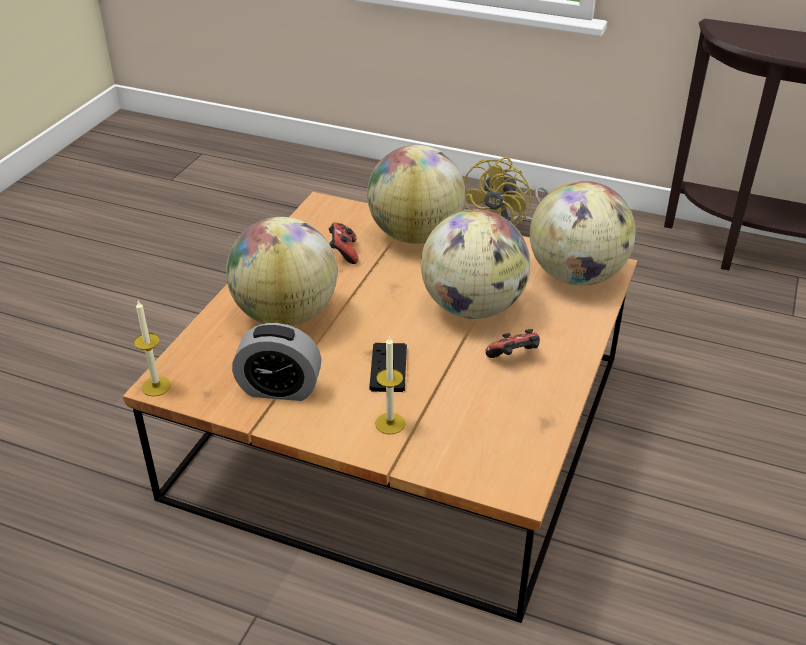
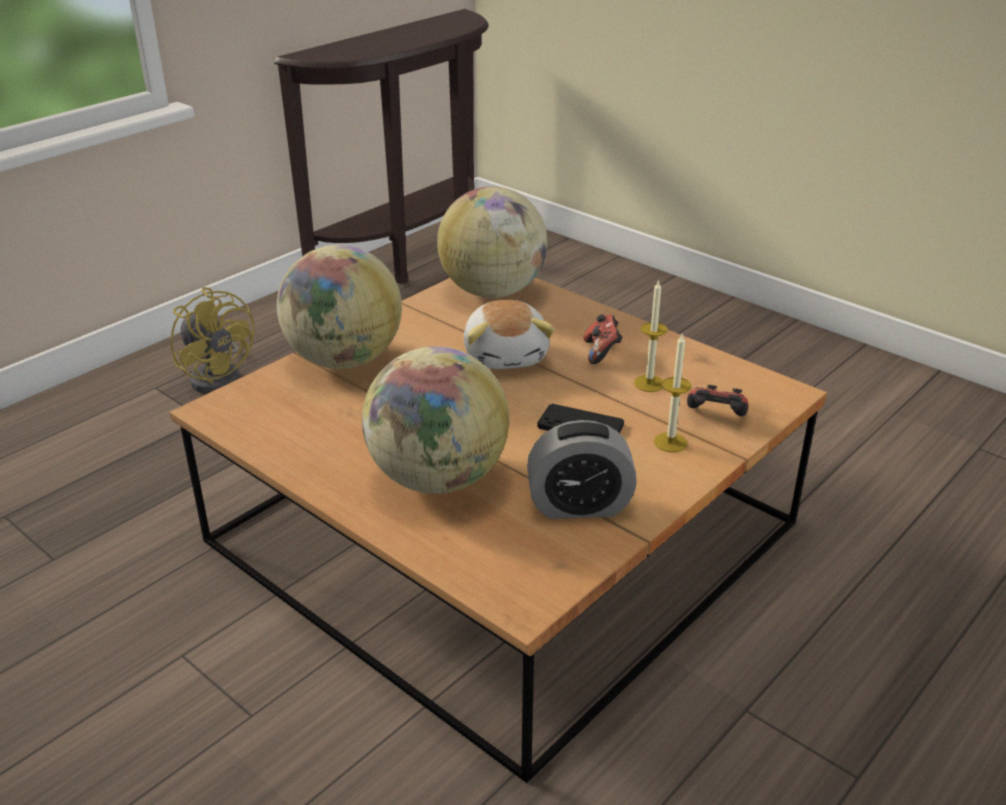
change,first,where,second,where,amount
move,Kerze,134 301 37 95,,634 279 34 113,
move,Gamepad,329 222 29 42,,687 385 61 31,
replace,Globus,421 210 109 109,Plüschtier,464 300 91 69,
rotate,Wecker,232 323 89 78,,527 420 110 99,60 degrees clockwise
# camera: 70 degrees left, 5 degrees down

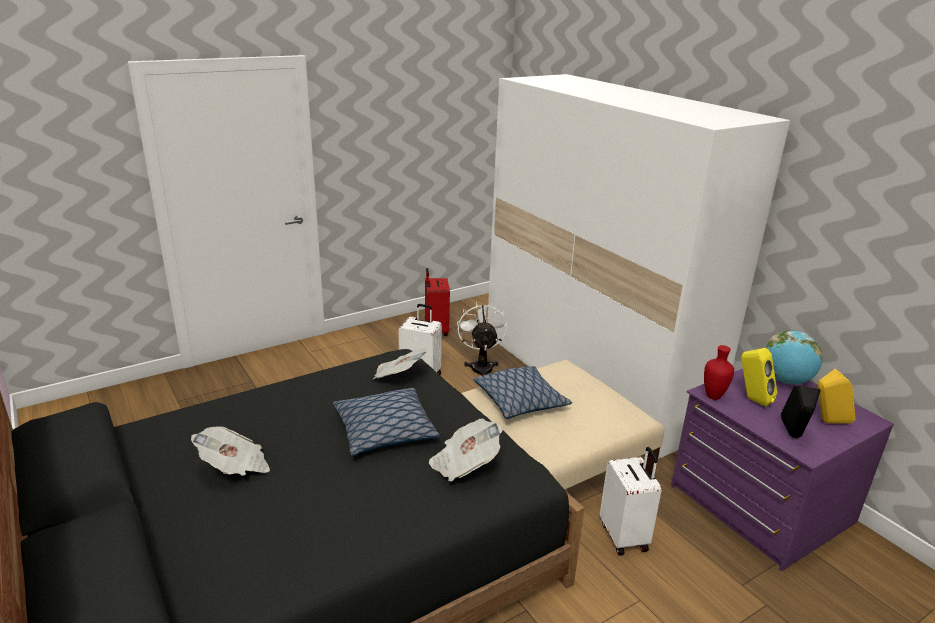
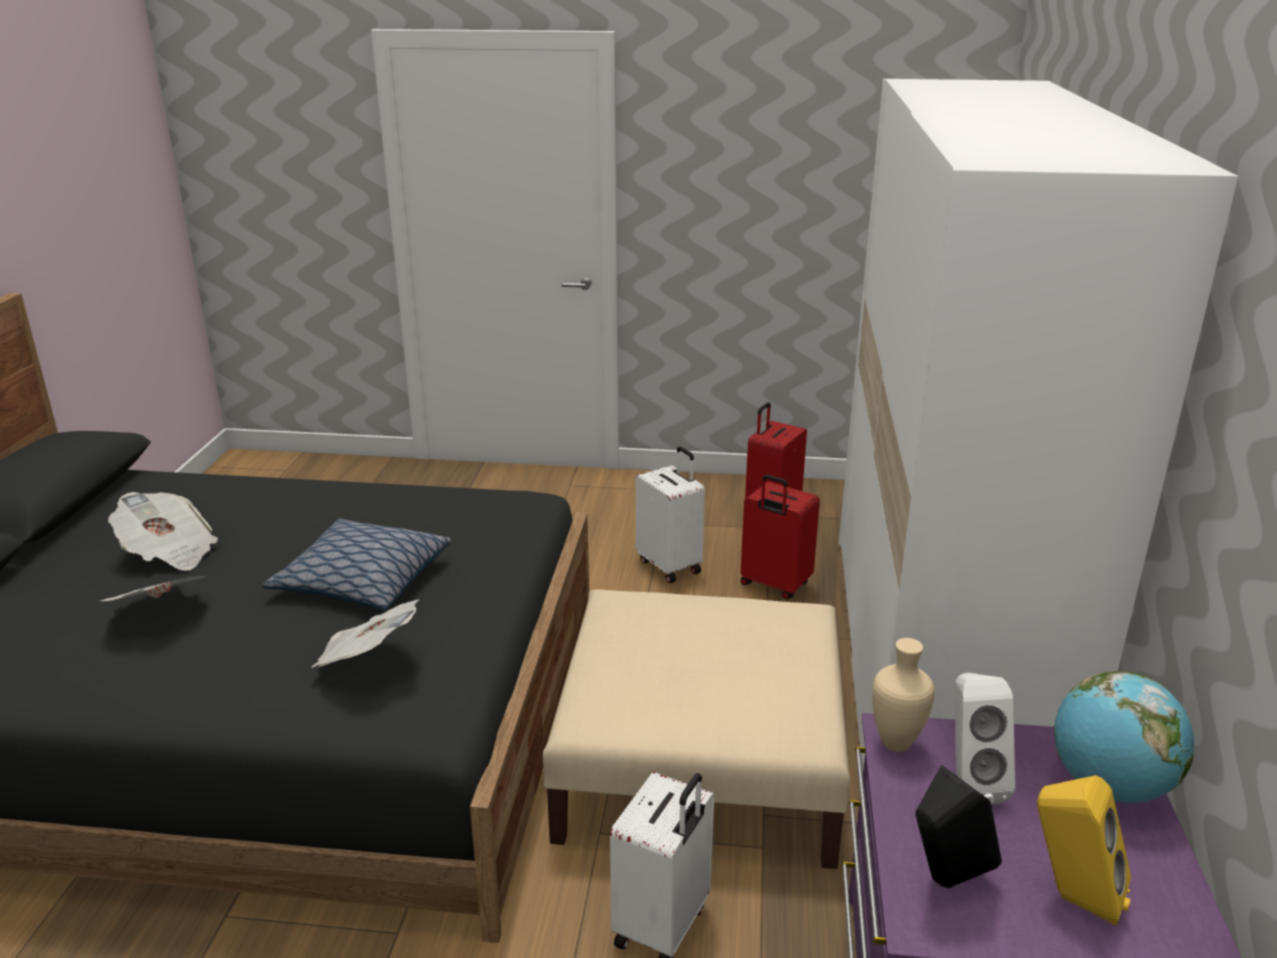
change,first,where,second,where,amount
delete,Kissen,473 366 99 53,,,
move,Zeitung,373 348 54 31,,100 576 108 25,
replace,Ventilator/weiß,457 302 50 74,Koffer/rot,740 475 80 124,
recolor,Vase/rot,704 345 30 55,Vase/beige,872 638 63 114,
recolor,Lautsprecher/gelb,741 348 36 59,Lautsprecher/weiß,955 673 60 131,
# camera: 40 degrees right, 0 degrees up

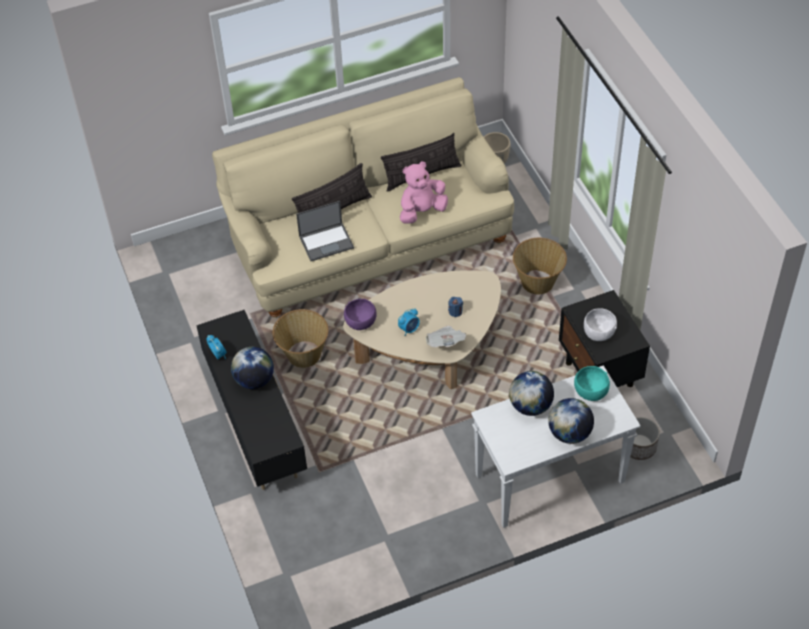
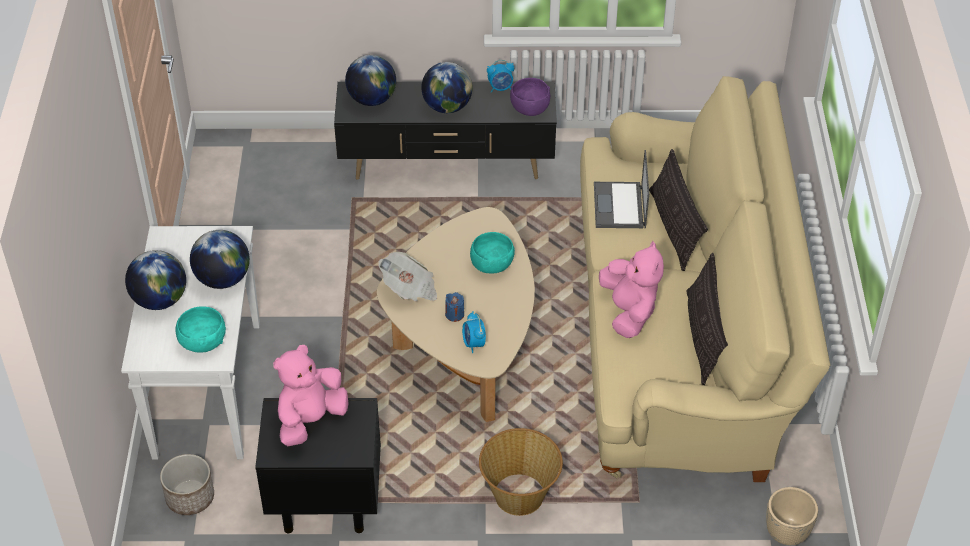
change,first,where,second,where,amount
delete,Korb,273 309 55 59,,,
insert,,,Globus,345 55 51 51,
insert,,,Schüssel/türkis,470 232 45 41,
move,Schüssel/lila,344 299 33 31,,510 78 40 38,
move,Wecker,398 308 22 28,,462 311 24 42,
replace,Schüssel/weiß,584 308 33 33,Plüschtier/rosa,273 345 76 101,
# camera: 110 degrees right, 5 degrees down

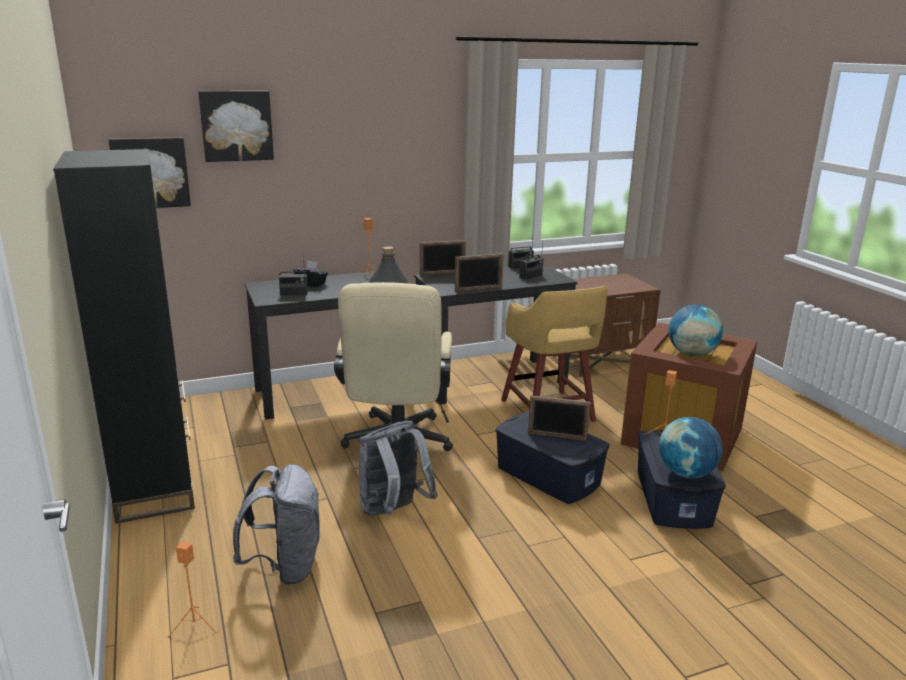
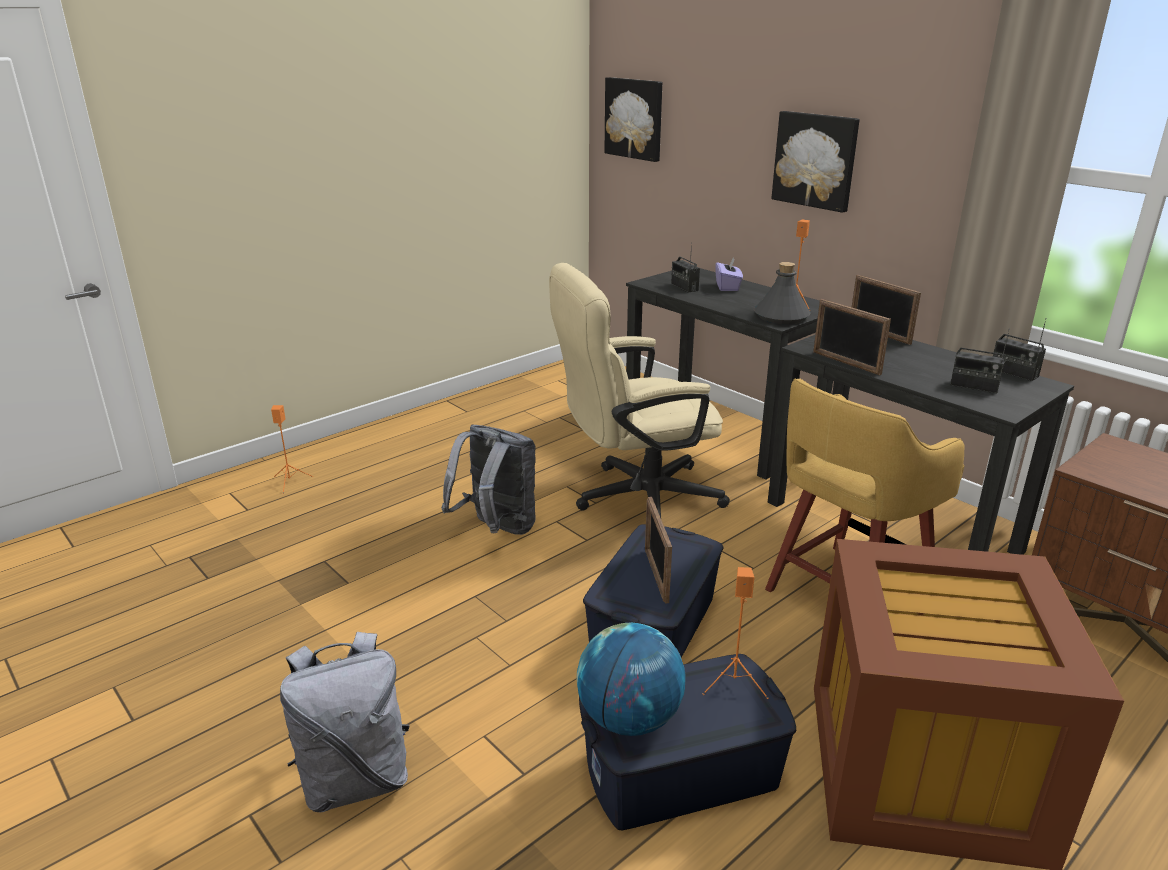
change,first,where,second,where,amount
delete,Bücherregal/schwarz,53 149 142 375,,,
delete,Globus,669 304 54 52,,,
move,Bild,198 91 76 71,,772 111 88 102,
move,Rucksack/grau,233 464 87 121,,280 632 130 181,
recolor,Taschentuchbox/schwarz,294 260 34 27,Taschentuchbox/lila,715 258 28 33,
# camera: 70 degrees right, 5 degrees up

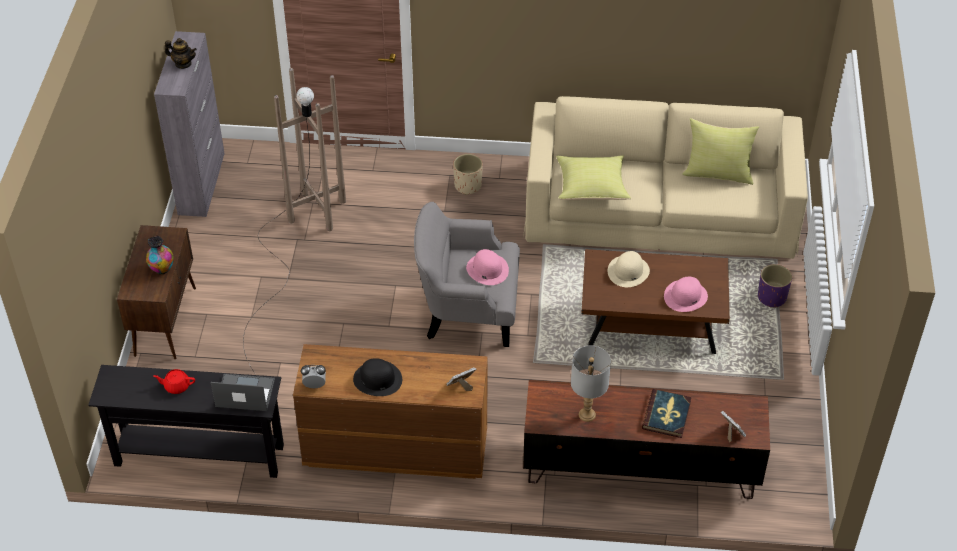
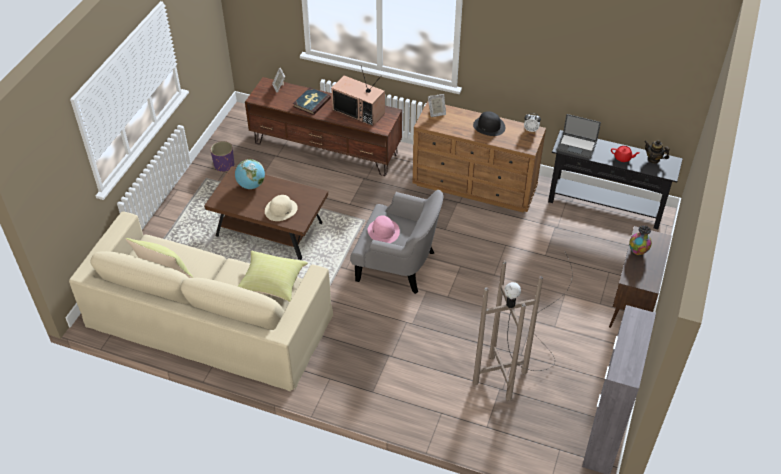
change,first,where,second,where,amount
delete,Pflanzkübel/beige,453 154 30 41,,,
move,Teekanne,165 38 32 31,,644 140 26 24,
move,Pflanzkübel/lila,758 264 34 44,,210 141 24 31,
replace,Tischlampe/grau,571 346 40 76,Fernseher,331 66 54 60,
replace,Hut/rosa,664 277 44 35,Globus,235 159 30 30,
# camera: 165 degrees left, 0 degrees up

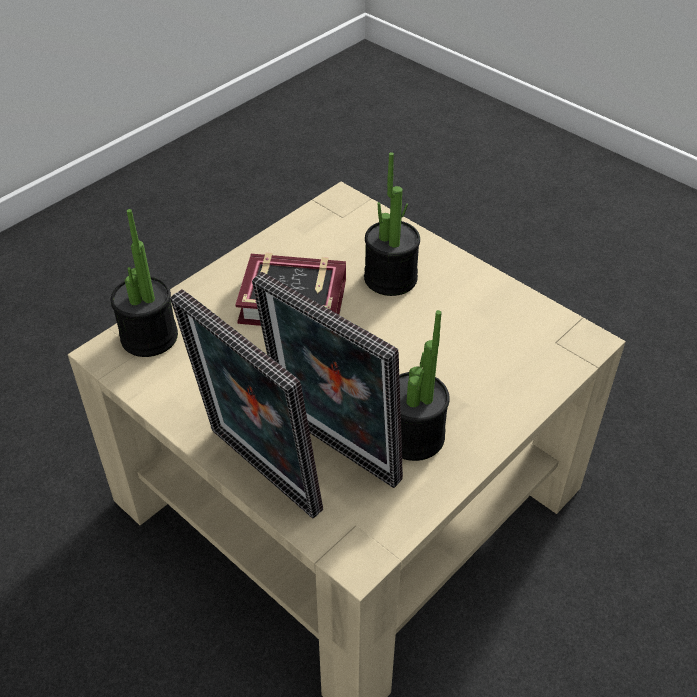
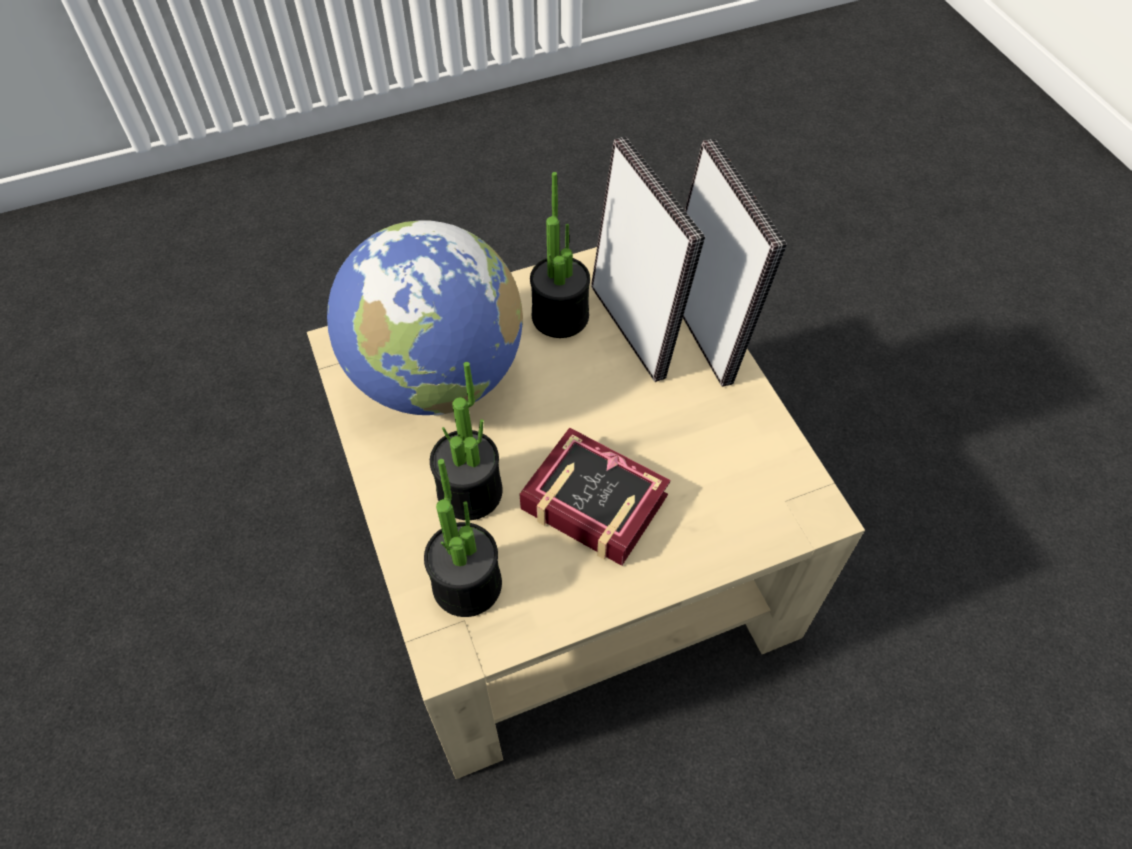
change,first,where,second,where,amount
insert,,,Globus,327 220 196 196,
move,Topfpflanze,111 209 67 148,,424 459 78 158,
# camera: 155 degrees left, 10 degrees up

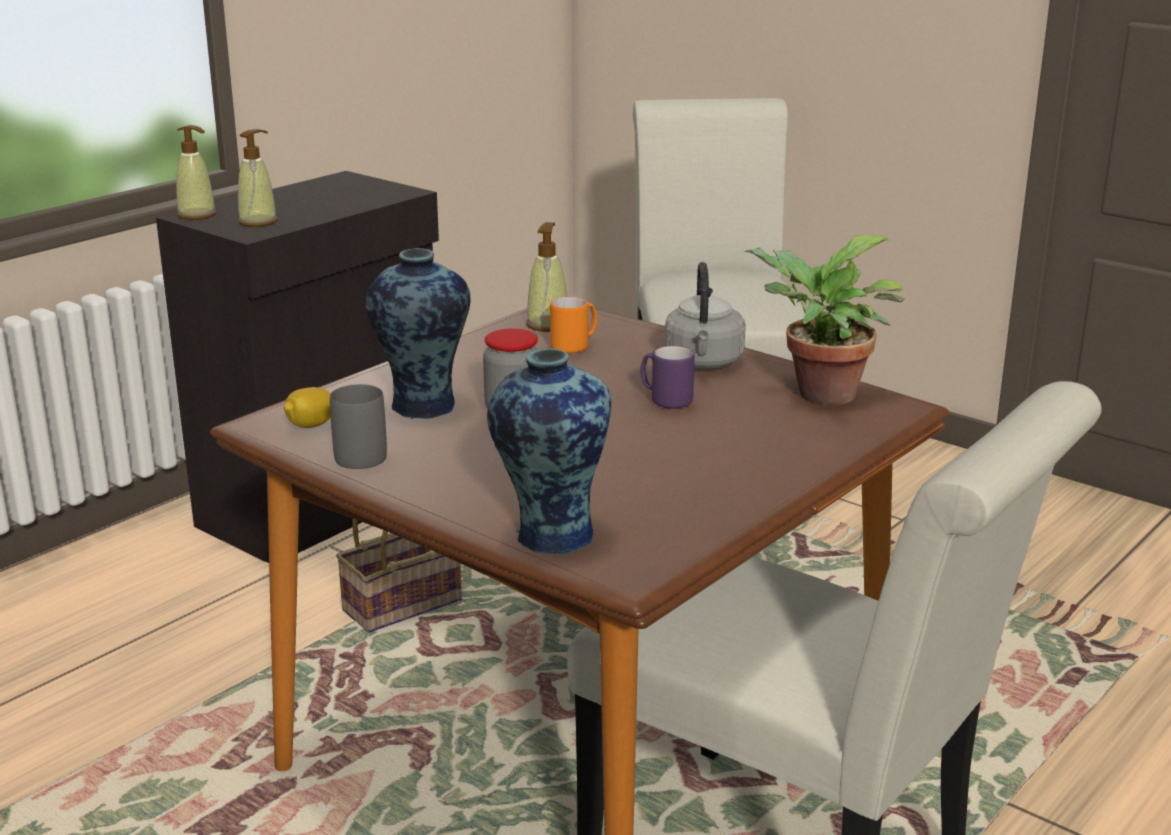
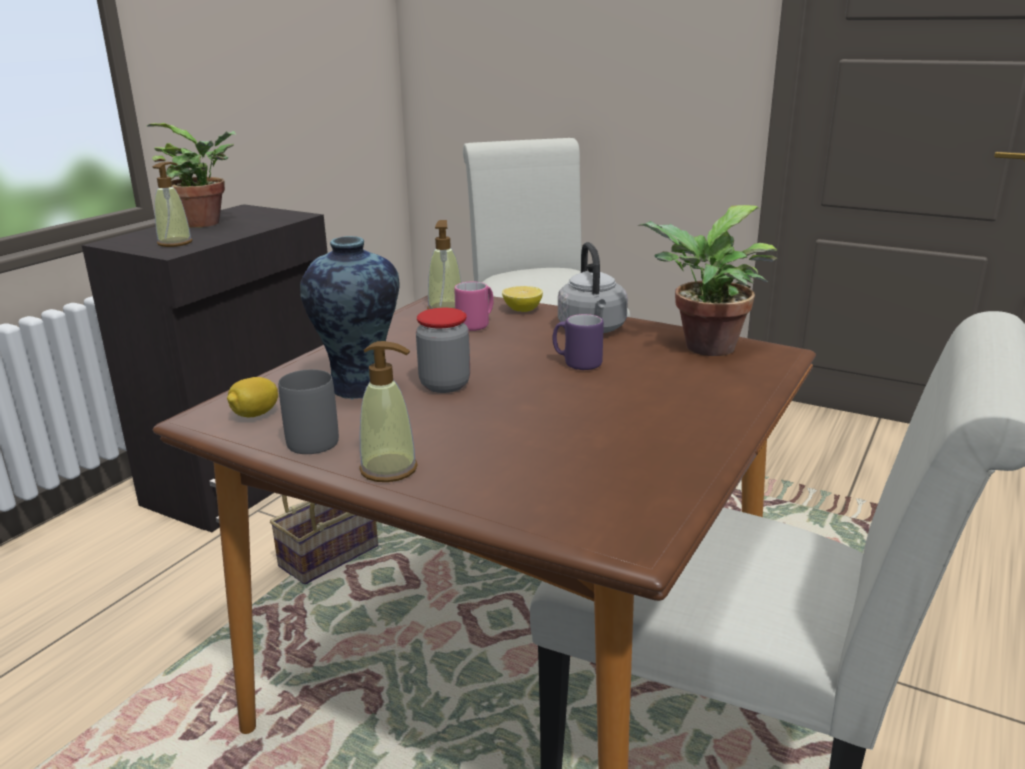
change,first,where,second,where,amount
delete,Vase,487 349 124 205,,,
insert,,,Topfpflanze,147 123 89 105,
insert,,,Zitrone,502 286 41 26,
move,Seifenspender,176 125 40 95,,359 341 59 141,
recolor,Henkelbecher/orange,550 297 47 56,Henkelbecher/rosa,454 281 40 50,
# camera: 10 degrees left, 0 degrees up

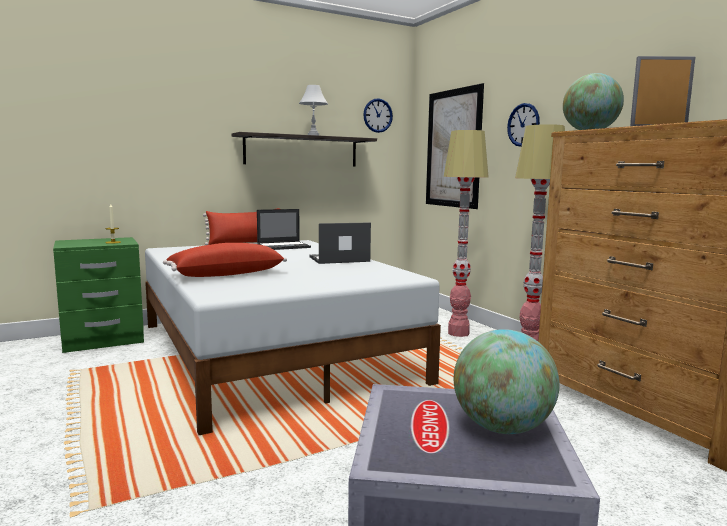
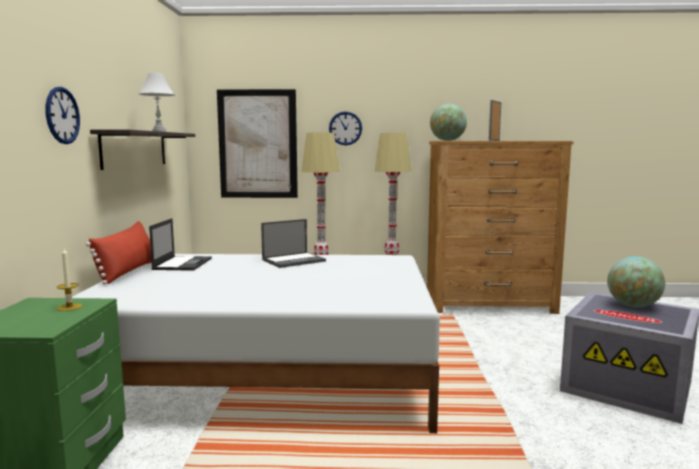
change,first,where,second,where,amount
delete,Kissen/rot,163 243 124 34,,,
move,Wanduhr,363 98 30 35,,46 87 34 57,
rotate,Laptop,310 222 61 42,,261 219 65 49,135 degrees counterclockwise
# camera: 60 degrees left, 0 degrees up

